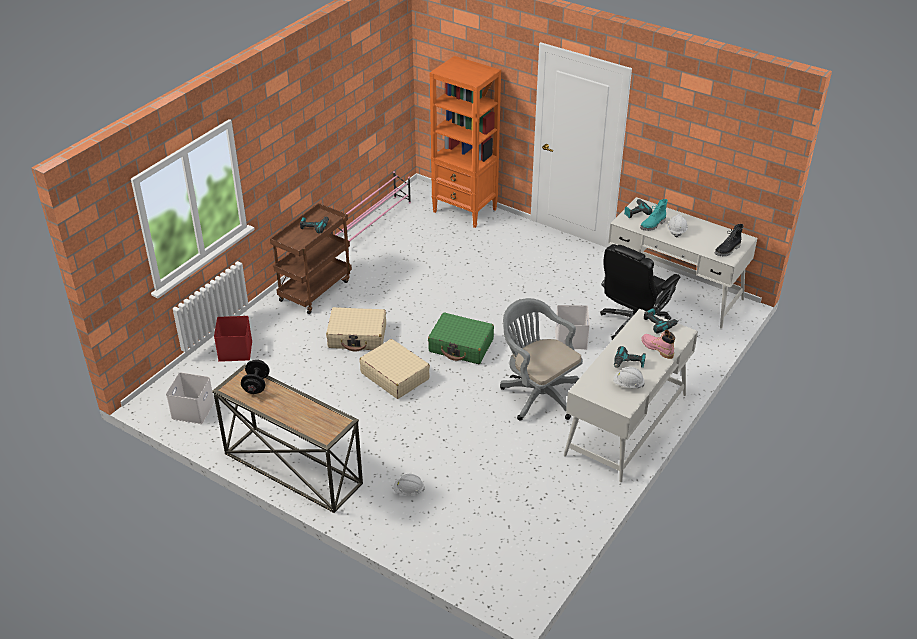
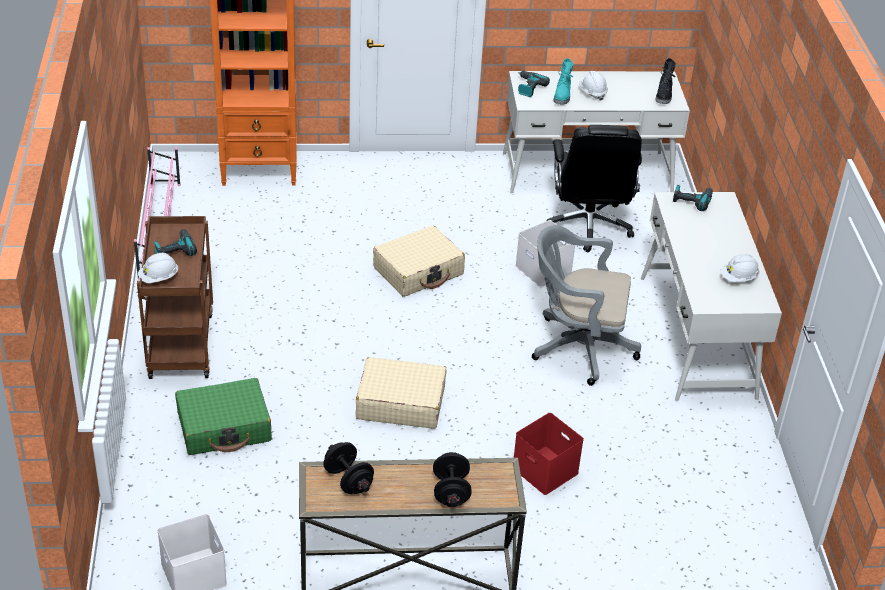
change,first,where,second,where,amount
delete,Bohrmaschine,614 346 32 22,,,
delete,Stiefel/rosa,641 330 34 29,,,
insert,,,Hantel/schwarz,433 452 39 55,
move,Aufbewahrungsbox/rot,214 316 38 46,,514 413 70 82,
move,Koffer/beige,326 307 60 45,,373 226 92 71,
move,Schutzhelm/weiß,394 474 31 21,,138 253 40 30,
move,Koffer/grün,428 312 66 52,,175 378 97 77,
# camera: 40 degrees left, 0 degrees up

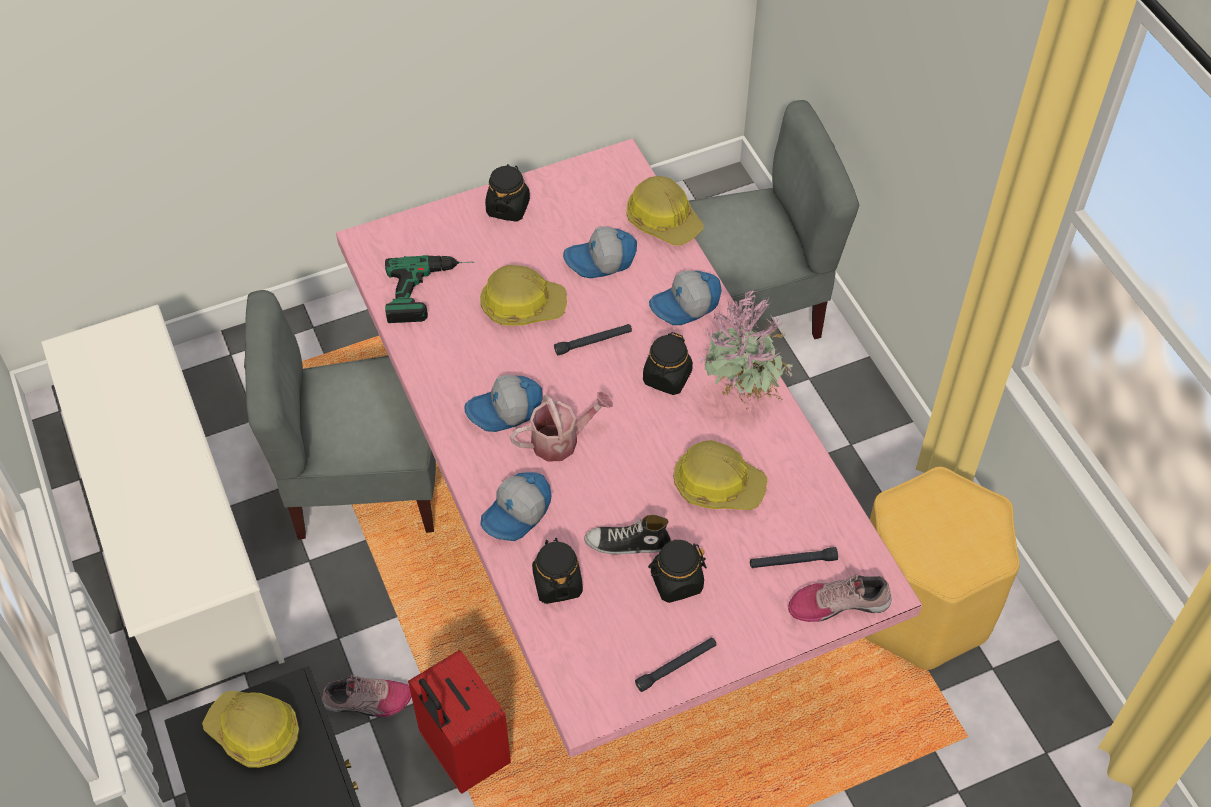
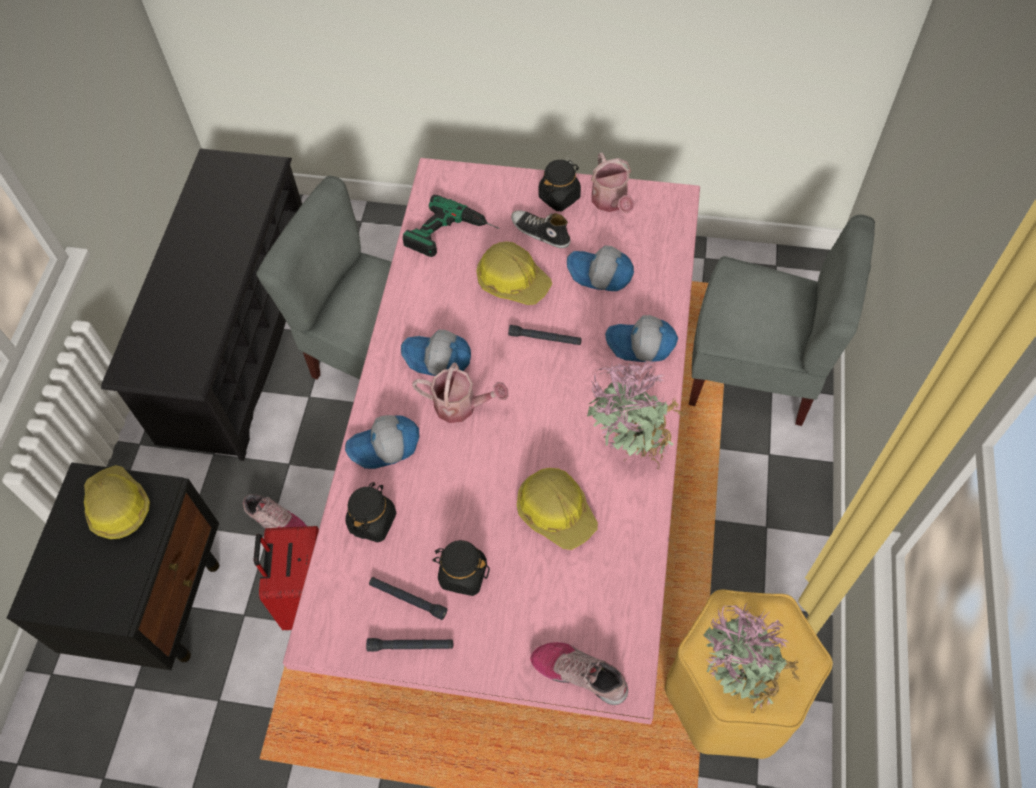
change,first,where,second,where,amount
delete,Schutzhelm,627 176 76 70,,,
delete,Vorratsglas/schwarz,643 332 50 63,,,
insert,,,Gießkanne,591 152 44 62,
insert,,,Topfpflanze,703 603 99 111,
move,Schuh,584 515 87 39,,511 210 59 38,
move,Taschenlampe/schwarz,750 547 88 21,,369 577 79 43,
recolor,Schuhregal/weiß,41 305 244 396,Schuhregal/schwarz,101 148 201 313,
# camera: 35 degrees right, 5 degrees up

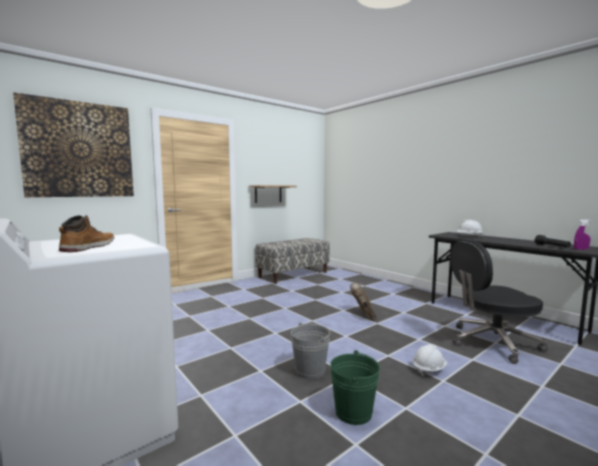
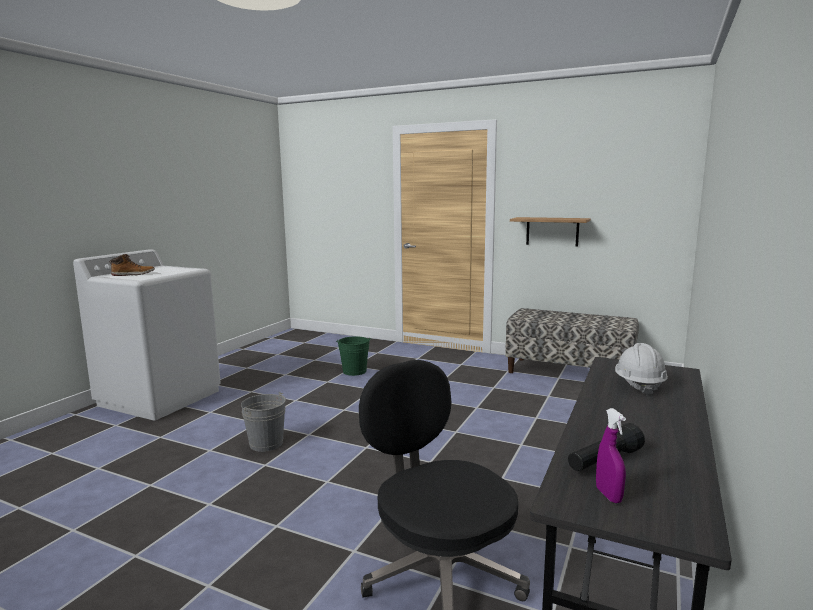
change,first,where,second,where,amount
delete,Bild,13 92 121 105,,,
delete,Stiefel/braun,350 282 26 39,,,
delete,Schutzhelm/weiß,413 344 34 32,,,
move,Eimer/grün,330 350 50 75,,336 336 35 40,
# camera: 65 degrees right, 5 degrees up

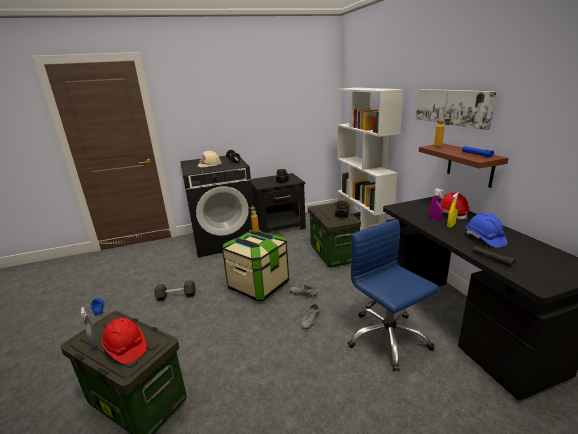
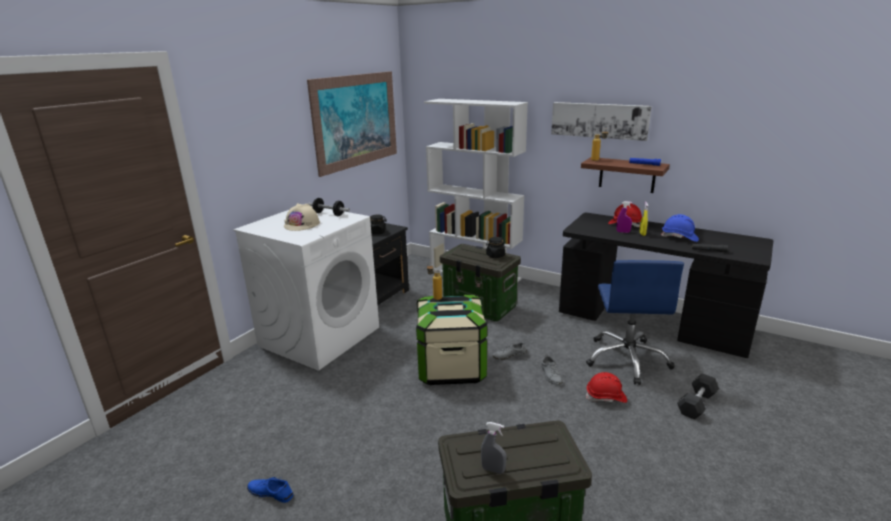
change,first,where,second,where,amount
insert,,,Bild,307 71 90 106,
move,Schutzhelm/rot,101 318 46 46,,586 372 41 31,
move,Hantel/schwarz,154 280 42 21,,677 373 42 47,
recolor,Waschmaschine/schwarz,180 156 74 101,Waschmaschine/weiß,233 206 146 165,
rotate,Bürostuhl/blau,348 219 91 152,,586 260 98 125,105 degrees counterclockwise
# camera: 40 degrees left, 0 degrees up

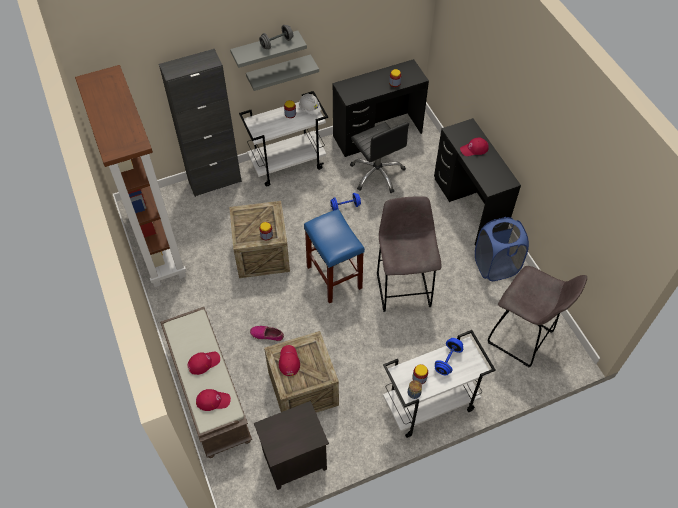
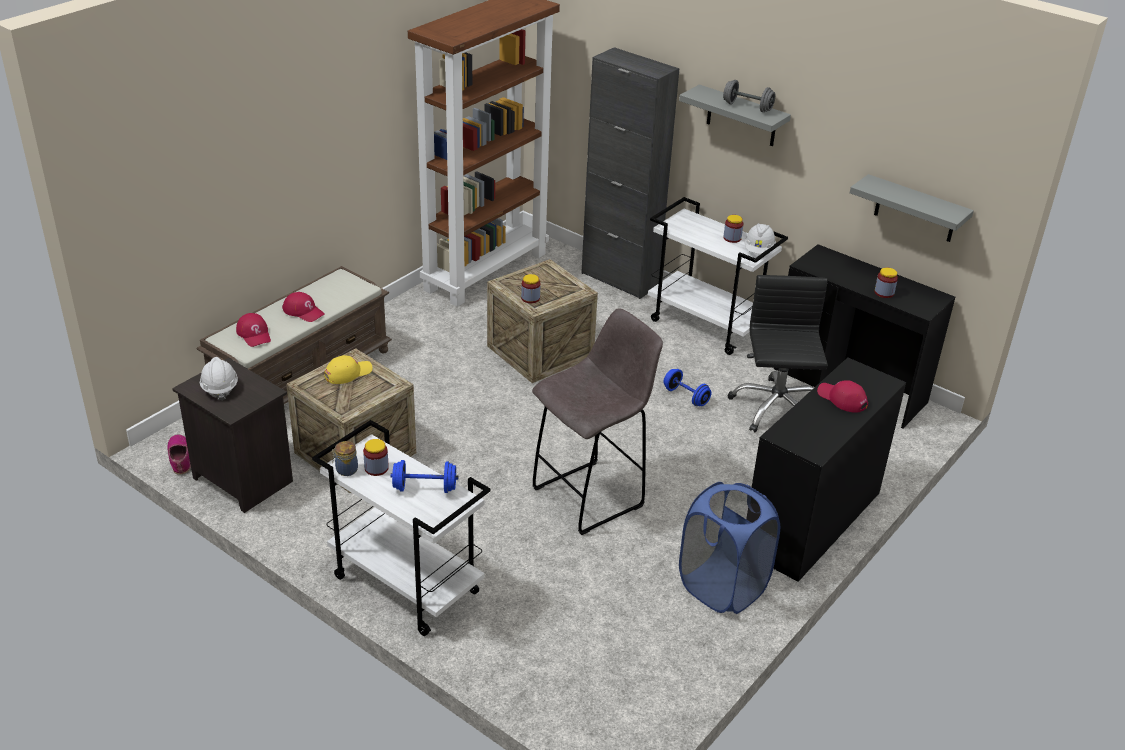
change,first,where,second,where,amount
delete,Hocker/blau,304 209 61 94,,,
delete,Hocker/grau,487 266 100 101,,,
insert,,,Schutzhelm/weiß,200 357 38 44,
move,Wandregal/grau,246 54 73 37,,850 174 124 68,
move,Schuh,250 326 34 15,,168 434 23 41,
recolor,Kappe/rot,279 345 21 31,Kappe/gelb,324 355 48 29,
rotate,Bürostuhl/schwarz,350 122 59 71,,728 275 100 157,150 degrees clockwise
# camera: 60 degrees right, 20 degrees down

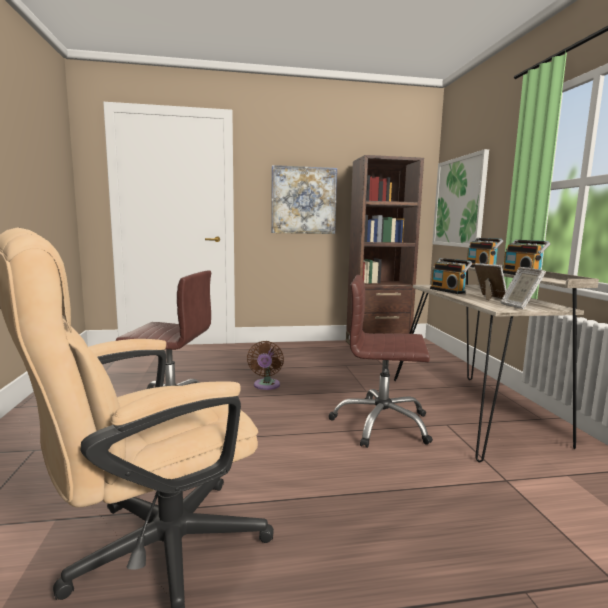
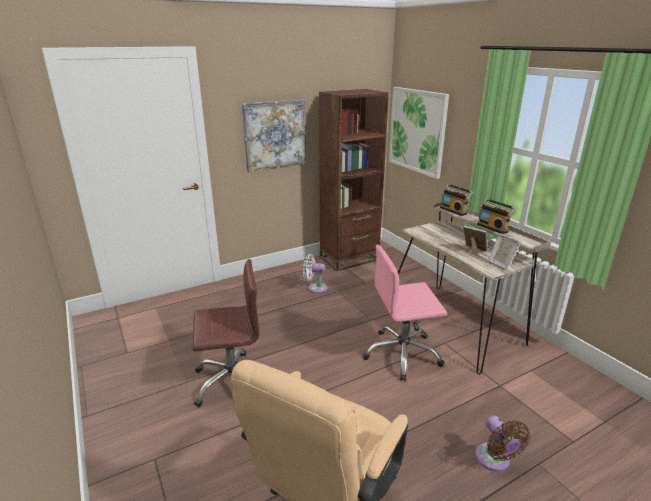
change,first,where,second,where,amount
delete,Radio,430 258 43 36,,,
insert,,,Ventilator/weiß,303 254 25 39,
move,Ventilator/braun,247 341 37 49,,475 416 55 56,
recolor,Bürostuhl/braun,329 275 104 173,Bürostuhl/rosa,363 245 84 136,
# camera: 20 degrees left, 15 degrees up

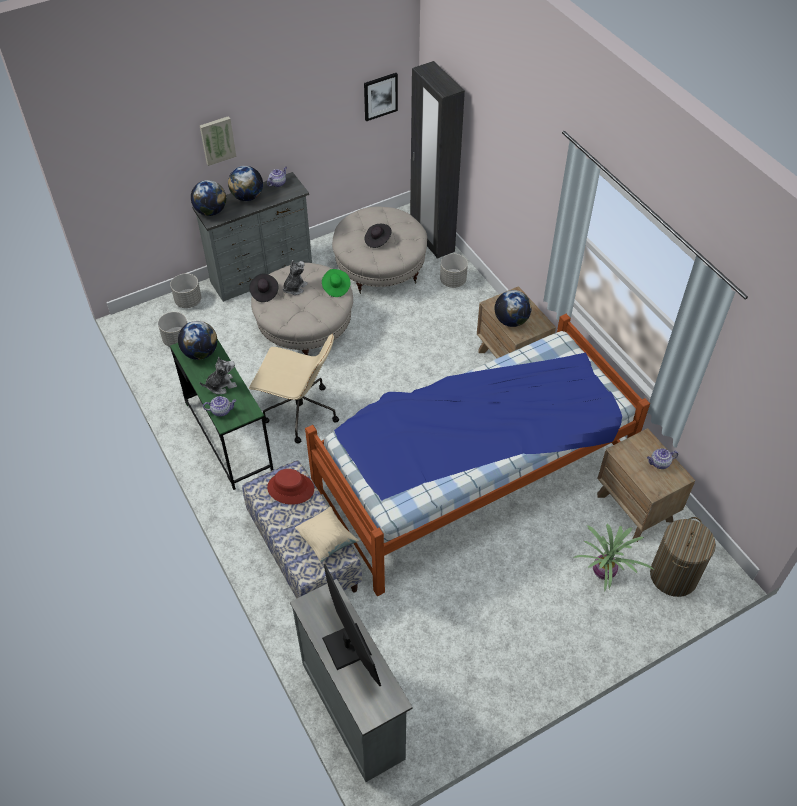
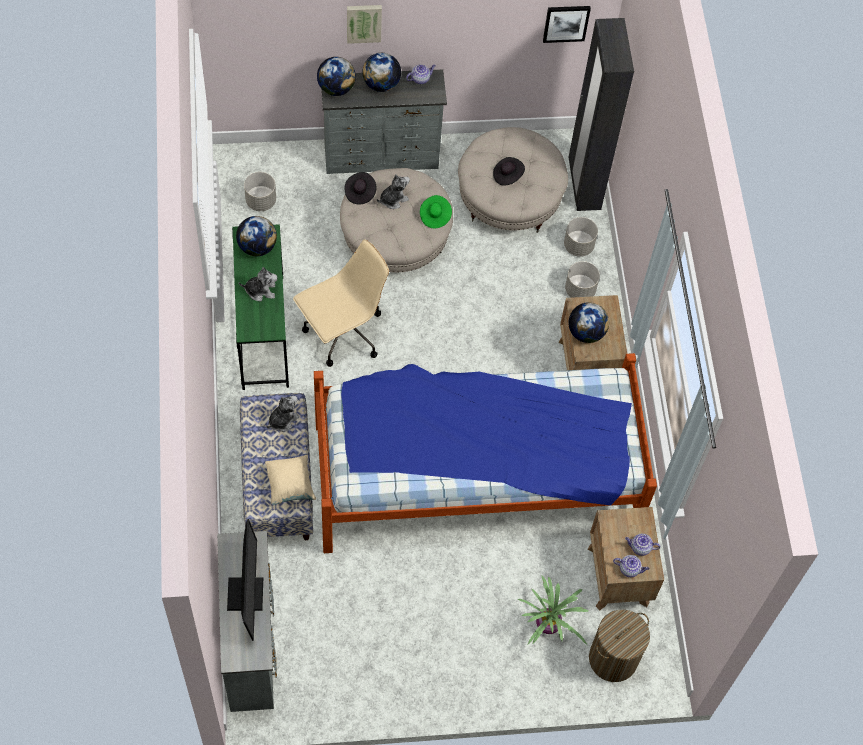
change,first,where,second,where,amount
move,Pflanzkübel/grau,170 274 32 34,,565 261 35 37,
move,Teekanne,203 396 33 21,,613 555 37 22,
replace,Hut/rot,267 469 47 36,Plüschtier,267 395 32 37,
rotate,Bürostuhl/beige,249 334 90 110,,293 239 96 128,75 degrees counterclockwise
# camera: 20 degrees right, 10 degrees up

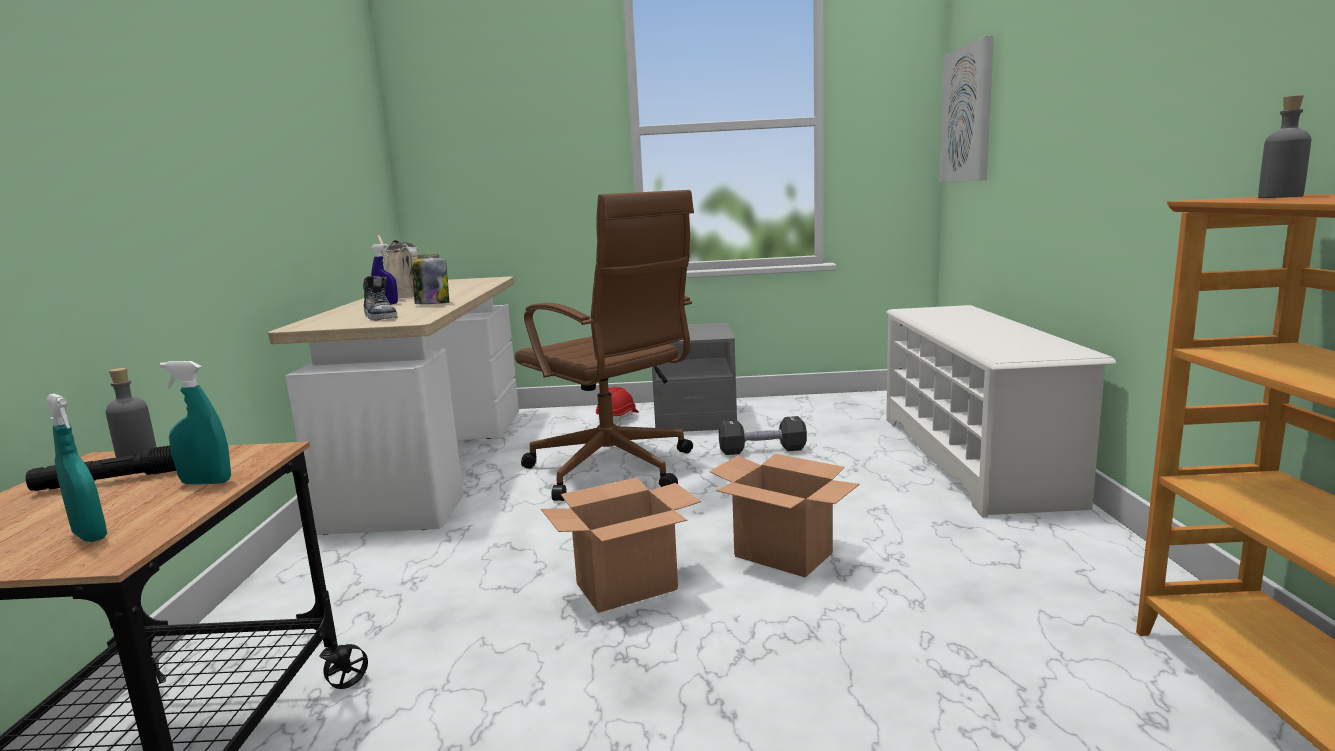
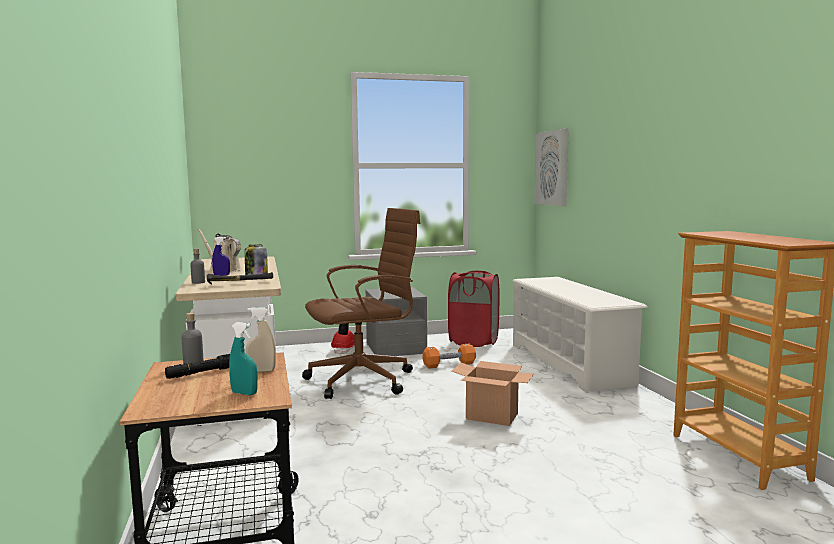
change,first,where,second,where,amount
delete,Karton,541 478 160 135,,,
insert,,,Wäschekorb/rot,448 271 52 76,
move,Flasche/grau,1258 95 53 103,,190 249 15 35,
replace,Schuh,363 276 35 45,Hammer,207 272 66 12,
recolor,Sprühflasche/türkis,159 361 72 124,Sprühflasche/beige,246 307 30 65,
recolor,Hantel/schwarz,719 416 88 39,Hantel/orange,423 344 53 25,
rotate,Bürostuhl/braun,515 190 179 311,,302 208 118 191,60 degrees counterclockwise
# camera: 15 degrees left, 5 degrees down

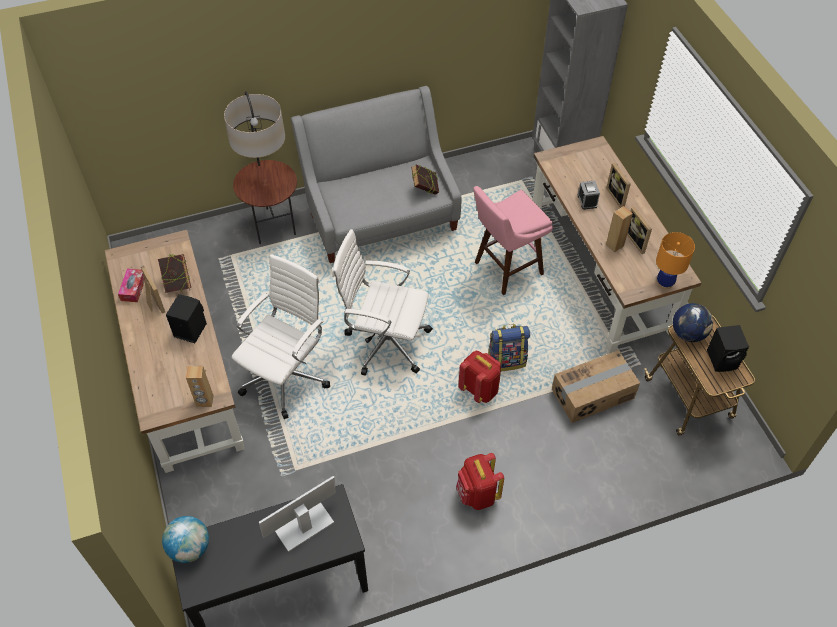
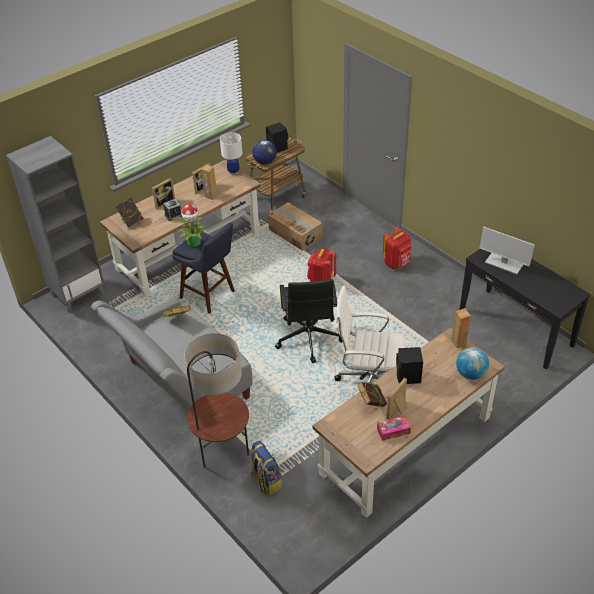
change,first,where,second,where,amount
insert,,,Buch,115 198 29 30,
insert,,,Topfpflanze,179 204 26 43,
move,Globus,162 516 47 47,,456 347 33 33,
move,Rucksack,488 324 42 47,,250 441 32 55,
recolor,Bürostuhl/weiß,332 229 101 147,Bürostuhl/schwarz,275 279 68 84,
recolor,Hocker/rosa,473 186 80 109,Hocker/blau,172 223 63 91,
recolor,Tischlampe/orange,656 232 39 57,Tischlampe/weiß,220 132 22 43,
# camera: 110 degrees left, 10 degrees down

